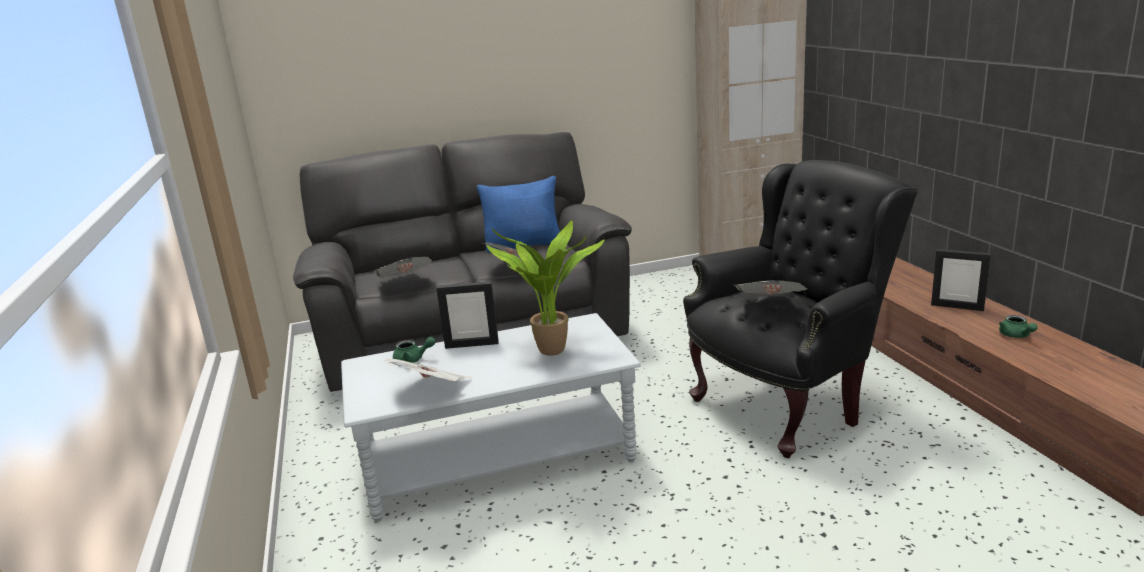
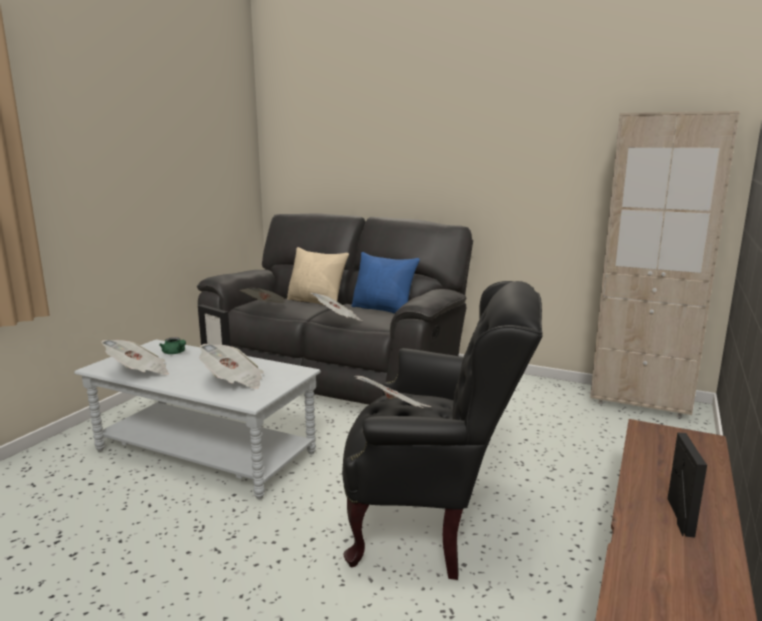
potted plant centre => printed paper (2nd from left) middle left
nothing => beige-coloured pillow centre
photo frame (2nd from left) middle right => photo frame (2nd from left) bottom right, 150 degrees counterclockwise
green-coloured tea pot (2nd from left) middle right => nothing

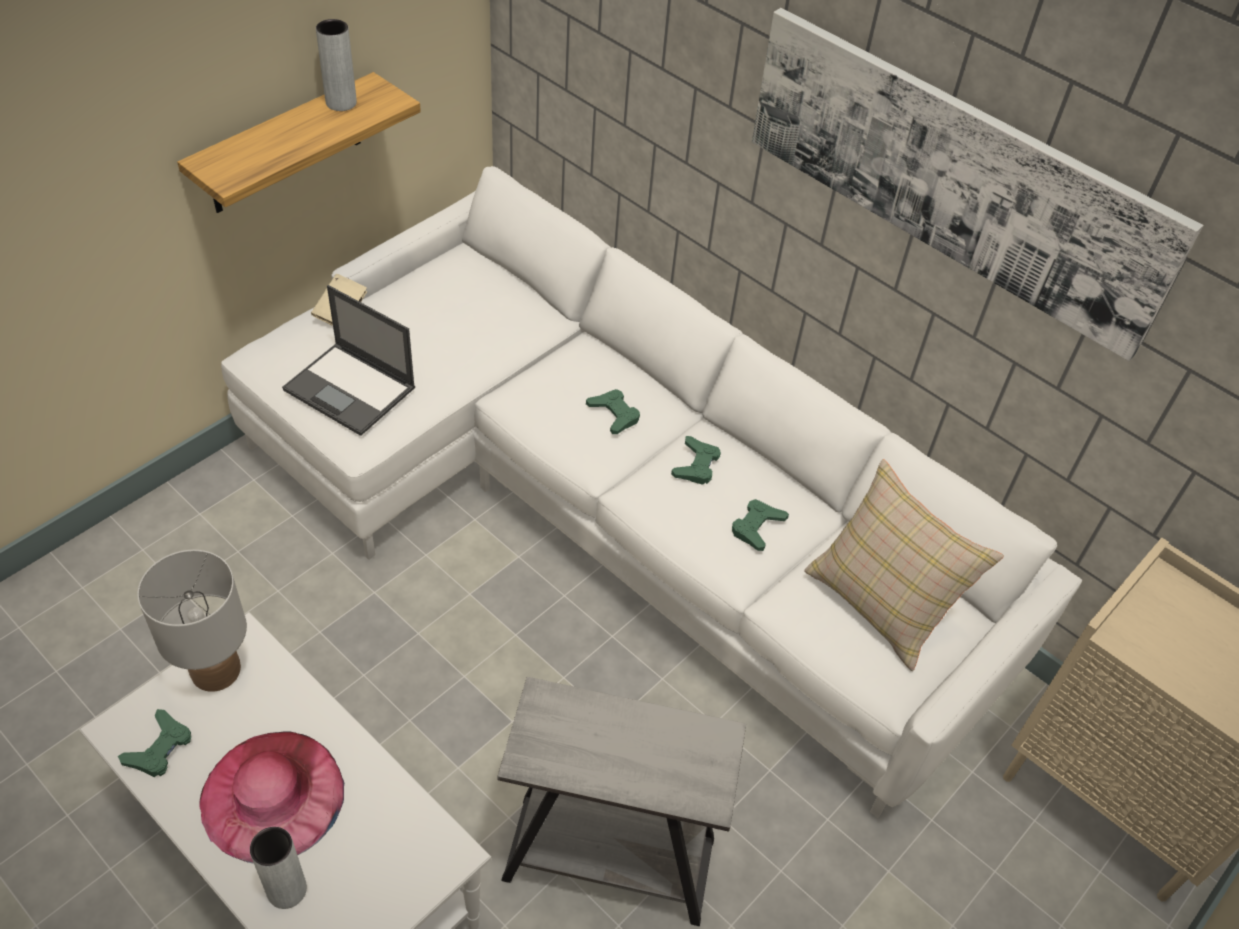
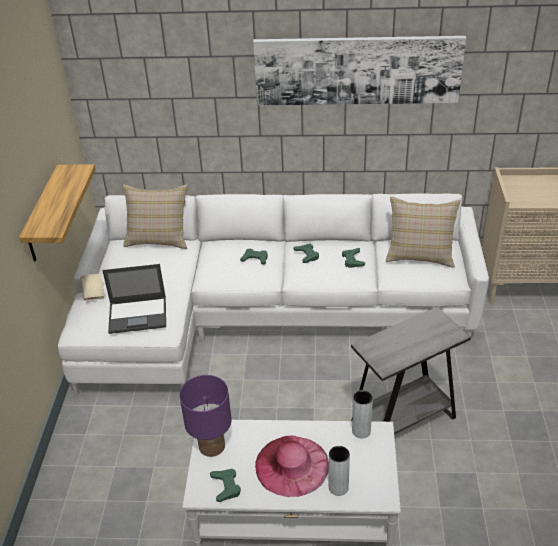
nothing => beige-coloured pillow (1st from left) middle left
gray lamp for a table bottom left => purplish lamp for a table bottom centre
gray decorative vase (2nd from left) top left => gray decorative vase (2nd from left) bottom centre, move

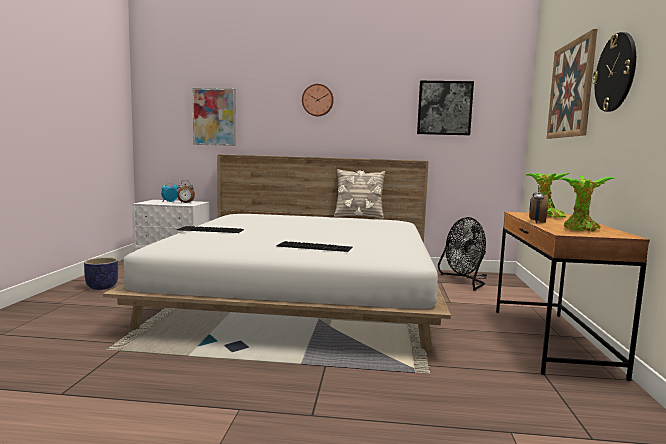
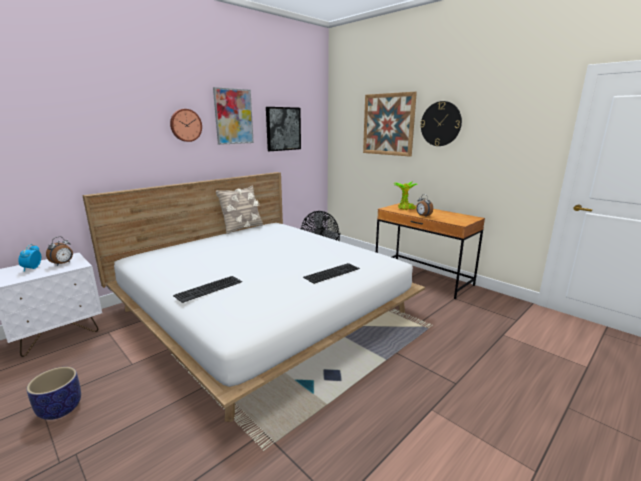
picture (1st from left) top left => picture (1st from left) top centre, move
potted plant (2nd from left) middle right => nothing

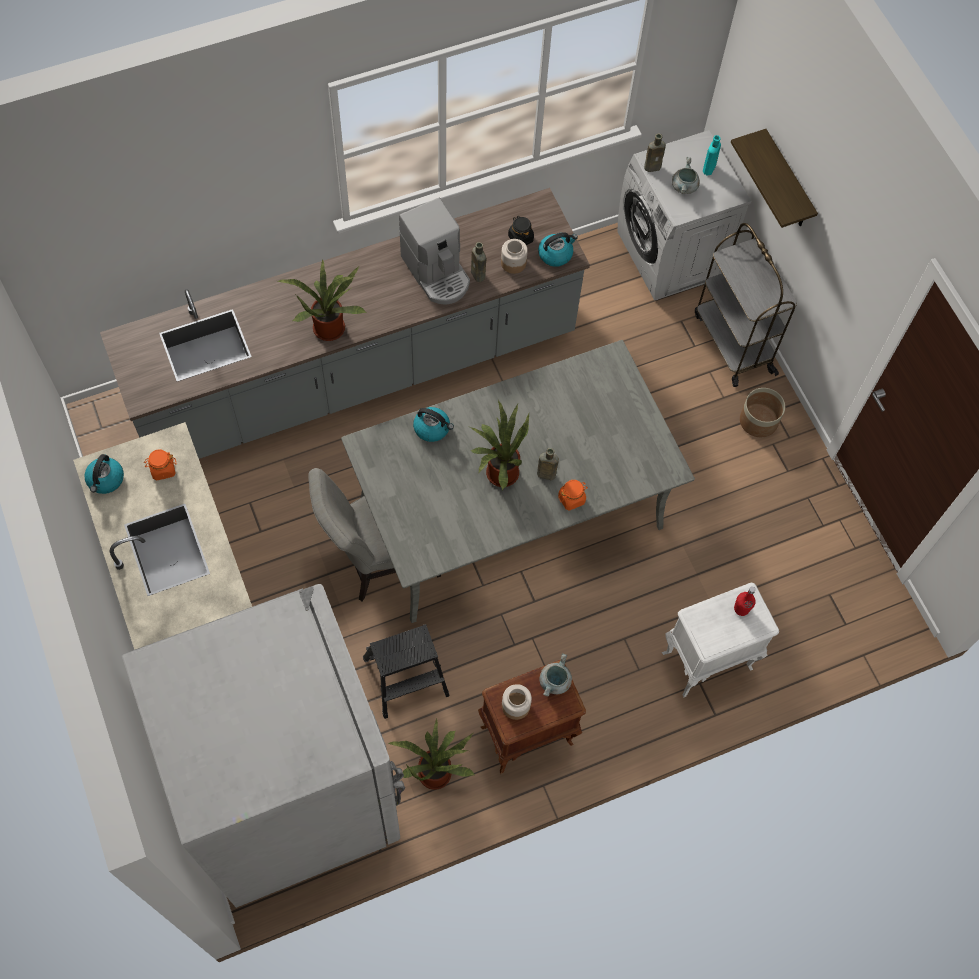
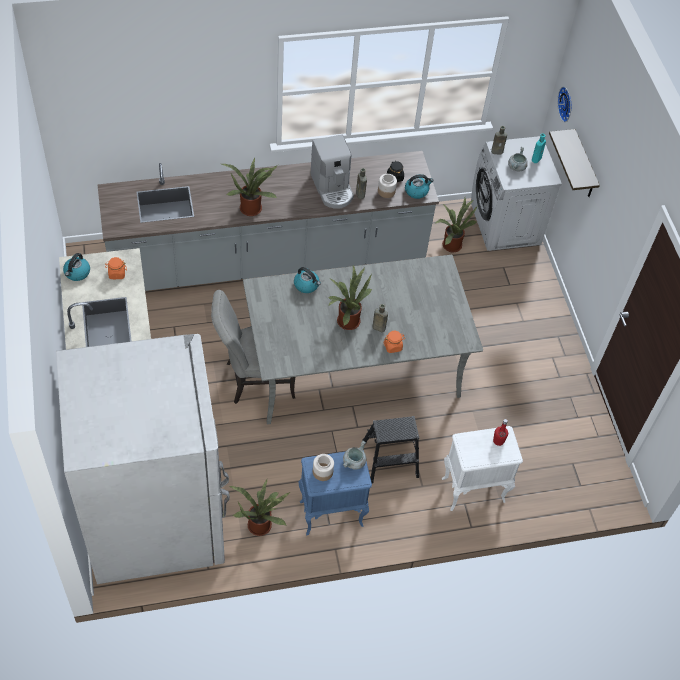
brownish bedside table bottom centre => bluish bedside table bottom centre
black step ladder bottom centre => black step ladder centre, move
nothing => potted plant (4th from left) top right
nothing => clock on the wall top right
gray cart top right => nothing
planter middle right => nothing

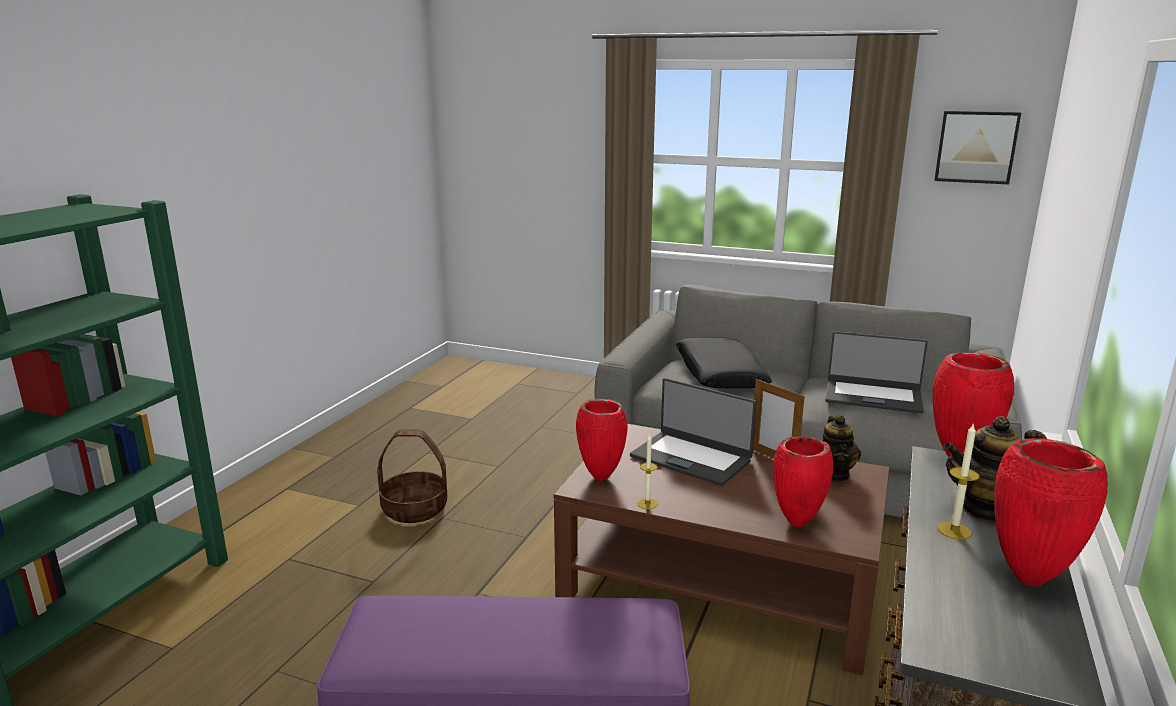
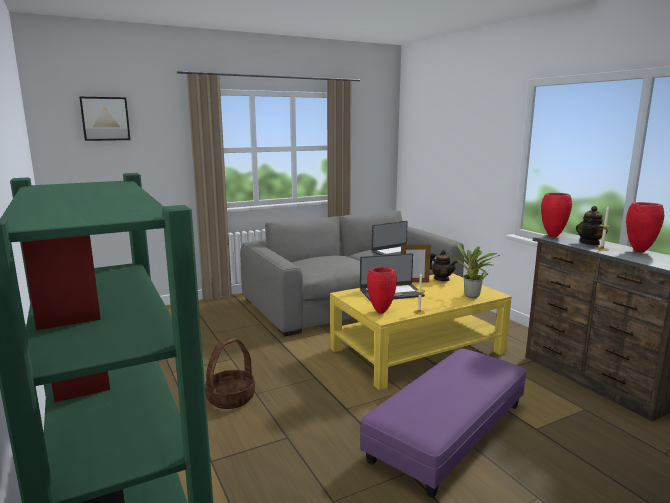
picture top right => picture top left, move
brownish low table bottom centre => yellow-coloured low table centre
reddish decorative vase (2nd from left) bottom right => potted plant middle right
black pillow centre => nothing

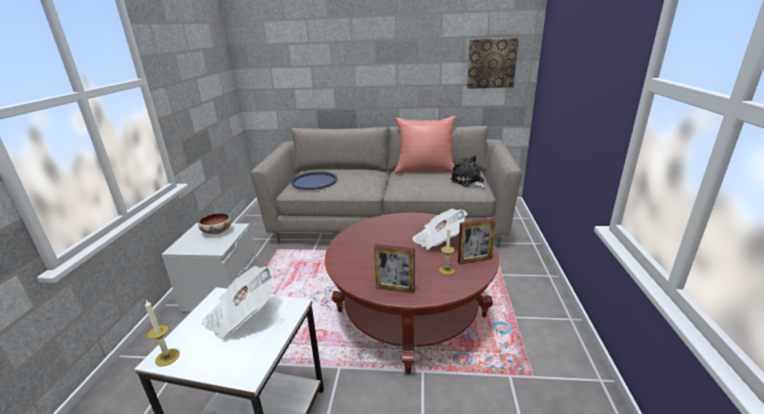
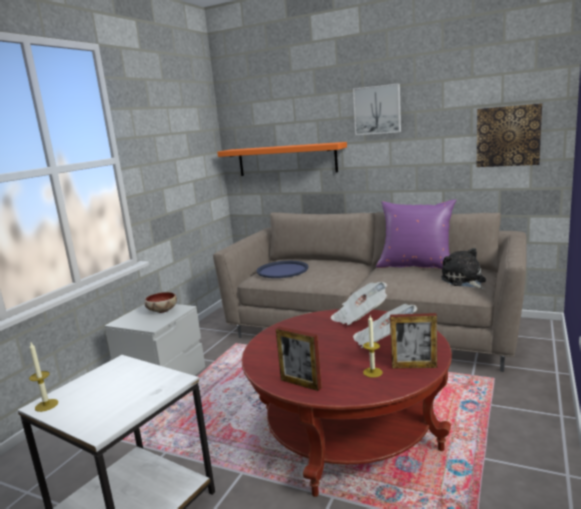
nothing => orange-coloured shelf top centre
printed paper (1st from left) bottom left => printed paper (1st from left) centre, move
nothing => picture (1st from left) top centre
reddish pillow centre => purplish pillow middle right

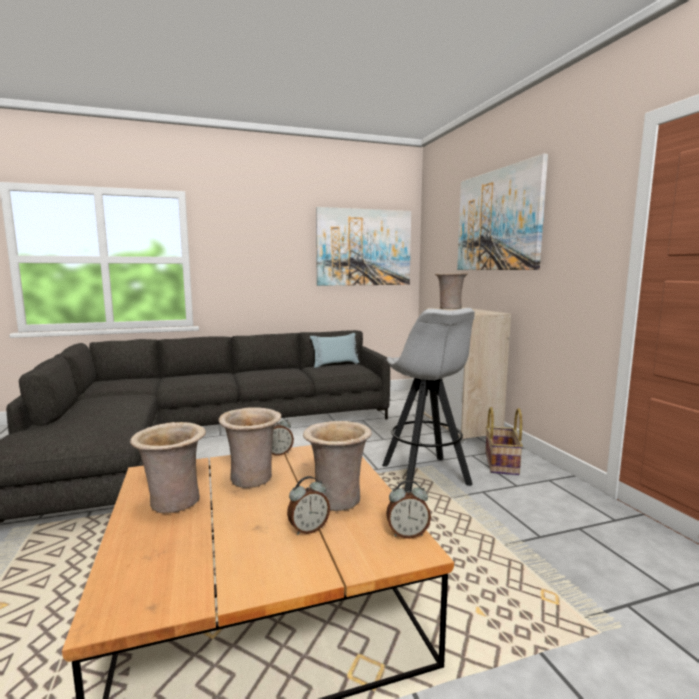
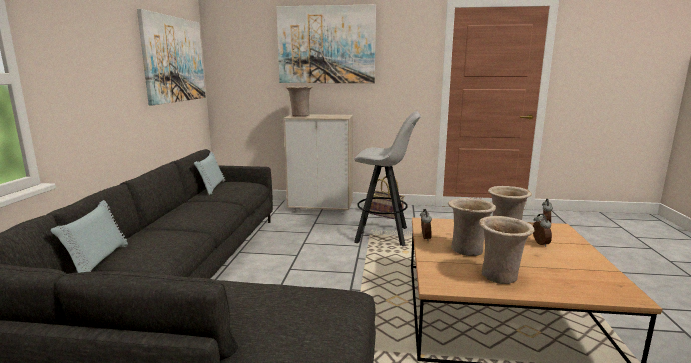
nothing => bluish pillow (1st from left) middle left

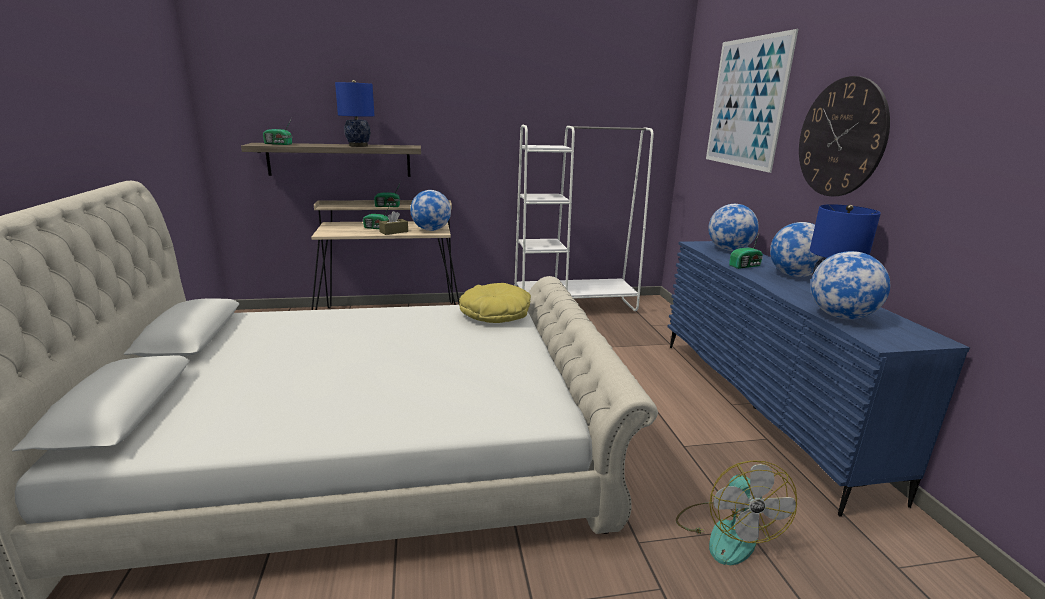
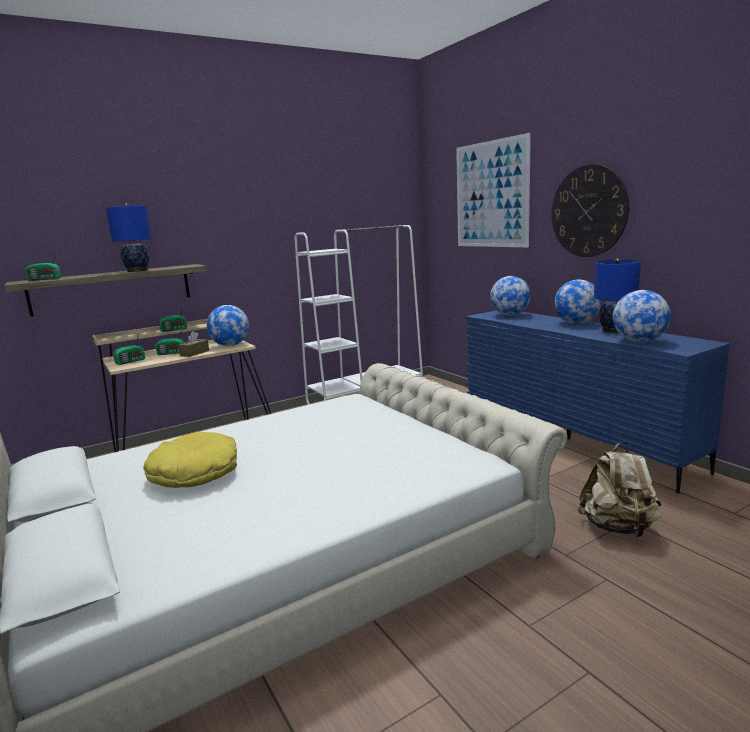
radio set (4th from left in the first image) middle right => radio set (2nd from left) middle left, move
yellow-coloured pillow centre => yellow-coloured pillow middle left, move
fan bottom right => beige-coloured backpack bottom right

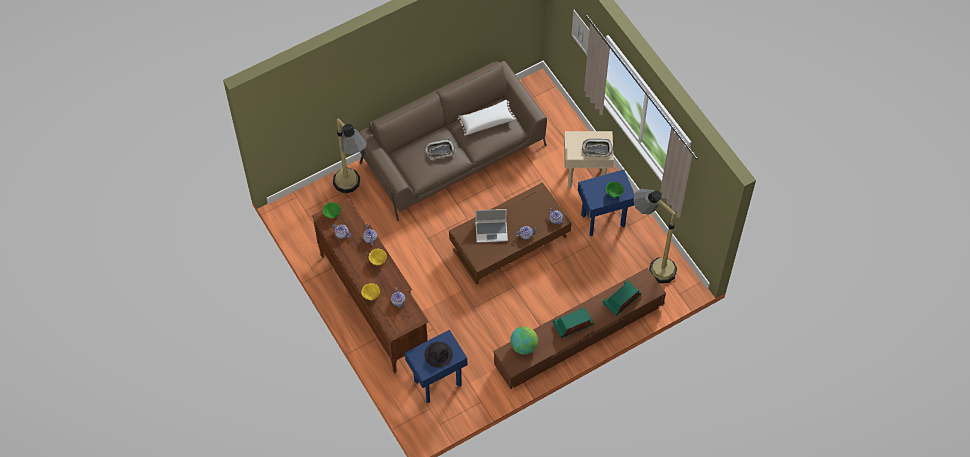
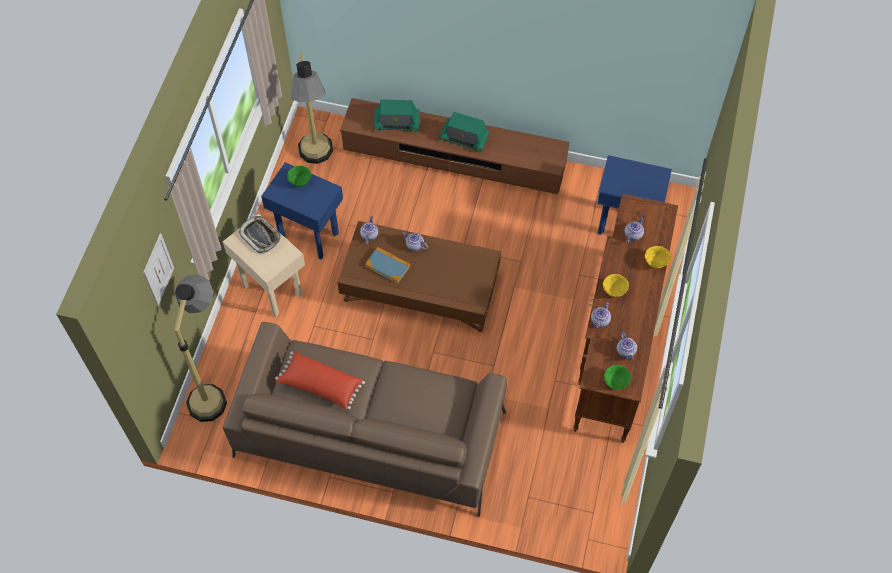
standing lamp (1st from left) centre => standing lamp (1st from left) middle left, move
whitish pillow top centre => reddish pillow centre
nothing => bound book centre
black hat bottom centre => nothing
tray (1st from left) top centre => nothing
laptop centre => nothing
globe bottom centre => nothing

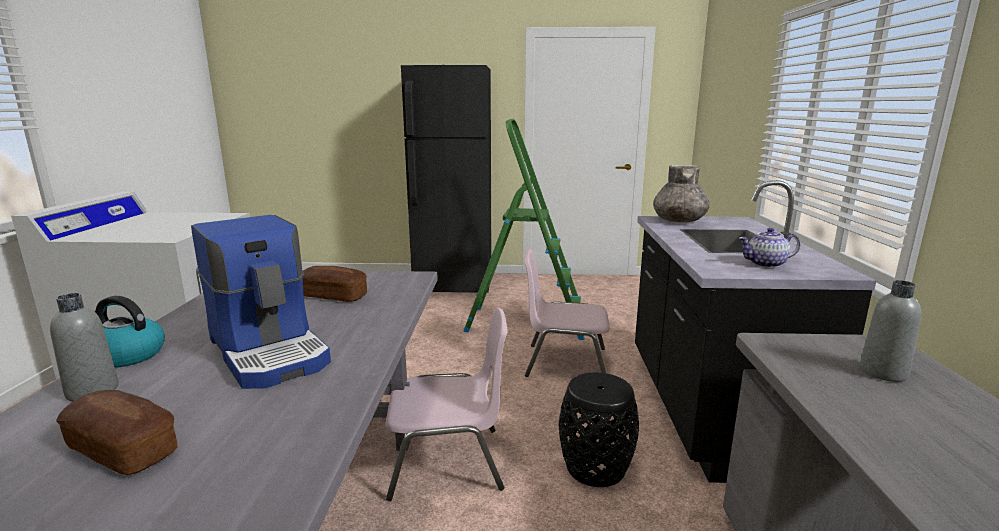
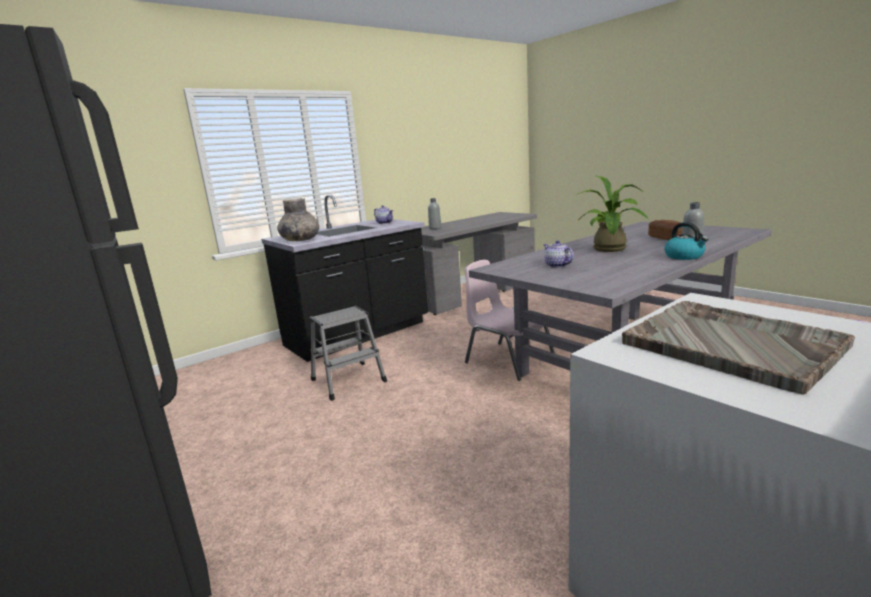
pinkish upright chair (2nd from left) centre => gray step ladder centre
bread (2nd from left) centre => tea pot (2nd from left) centre
coffee maker middle left => potted plant middle right
nothing => gray tray middle right
green-coloured step ladder centre => nothing
black sitting stool bottom centre => nothing

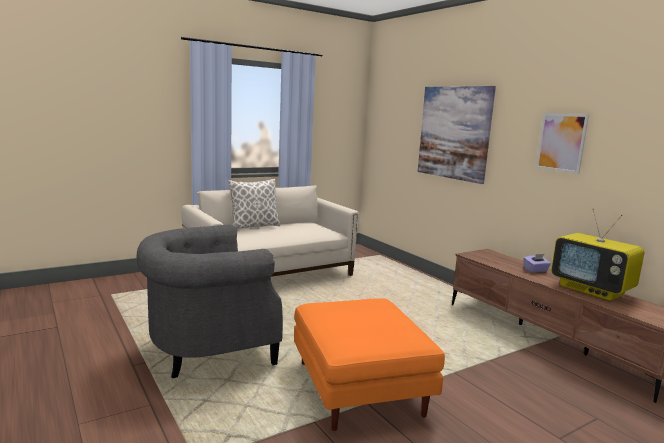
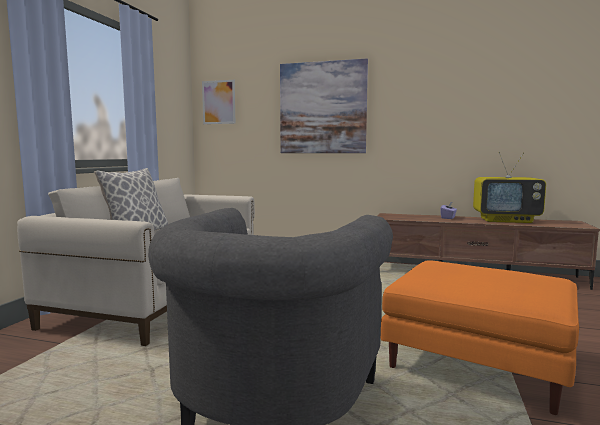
picture (2nd from left in the first image) top right => picture (1st from left) top centre, move

